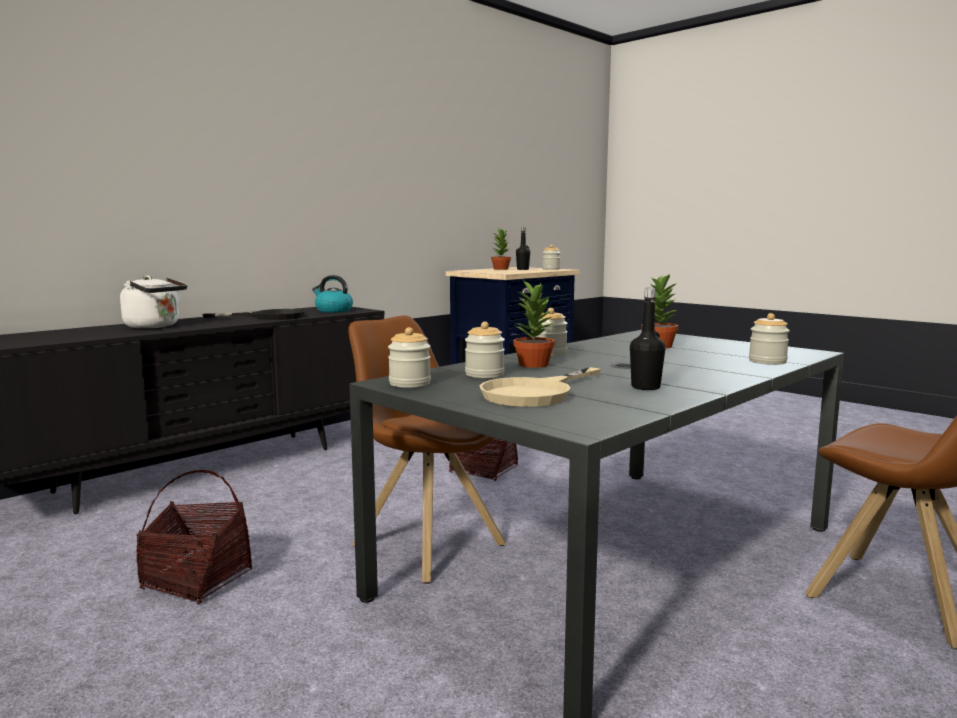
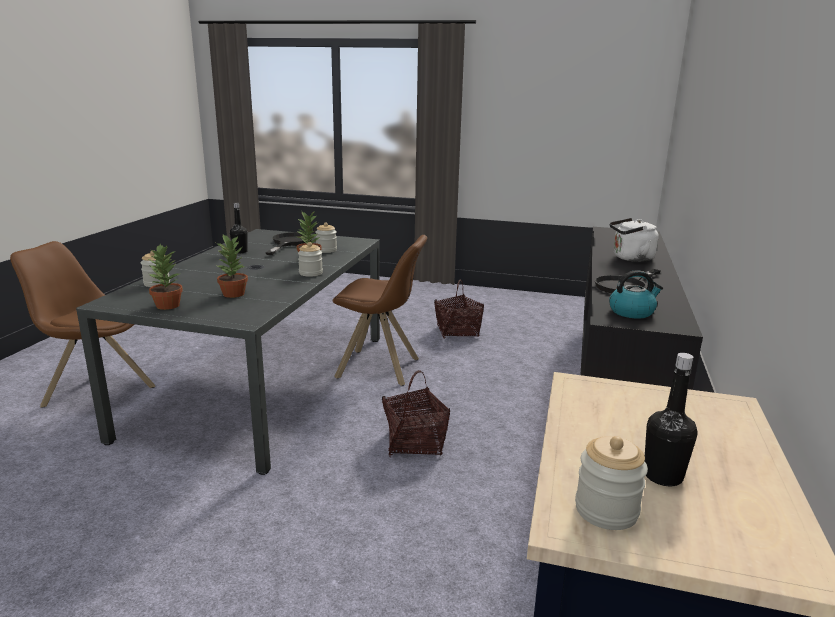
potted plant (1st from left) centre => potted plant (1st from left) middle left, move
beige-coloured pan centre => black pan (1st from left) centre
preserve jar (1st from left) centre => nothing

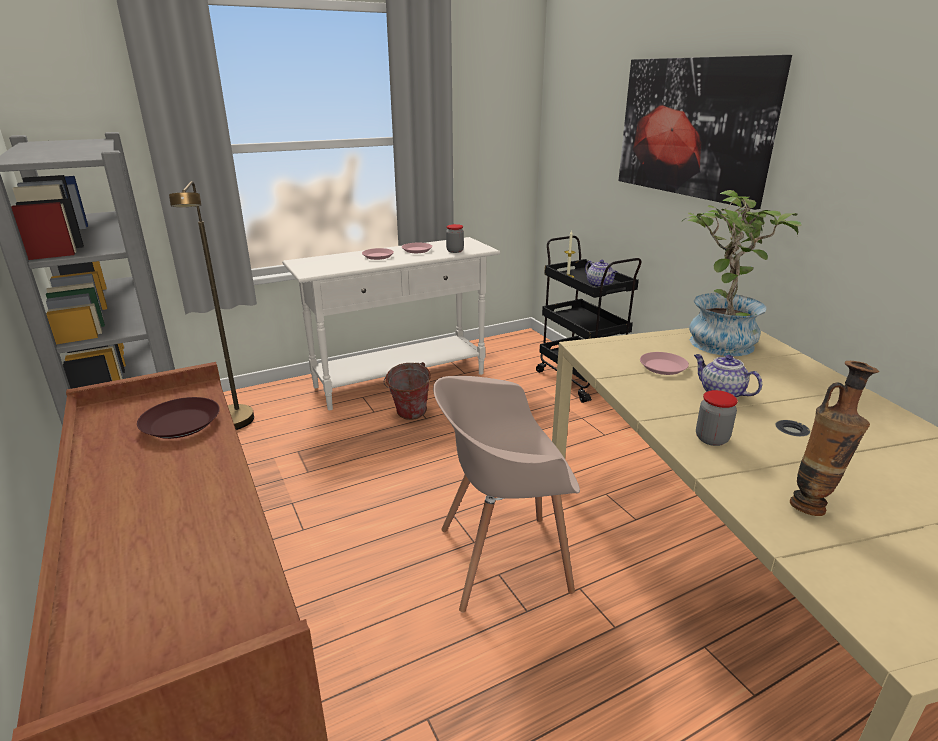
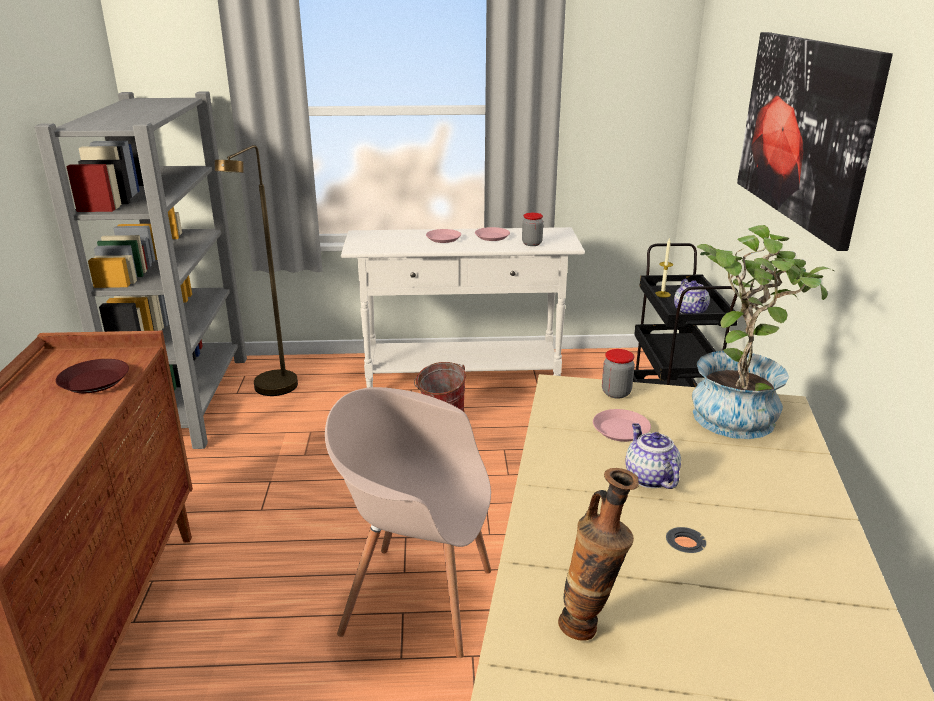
preserve jar (2nd from left) middle right => preserve jar (2nd from left) centre, move

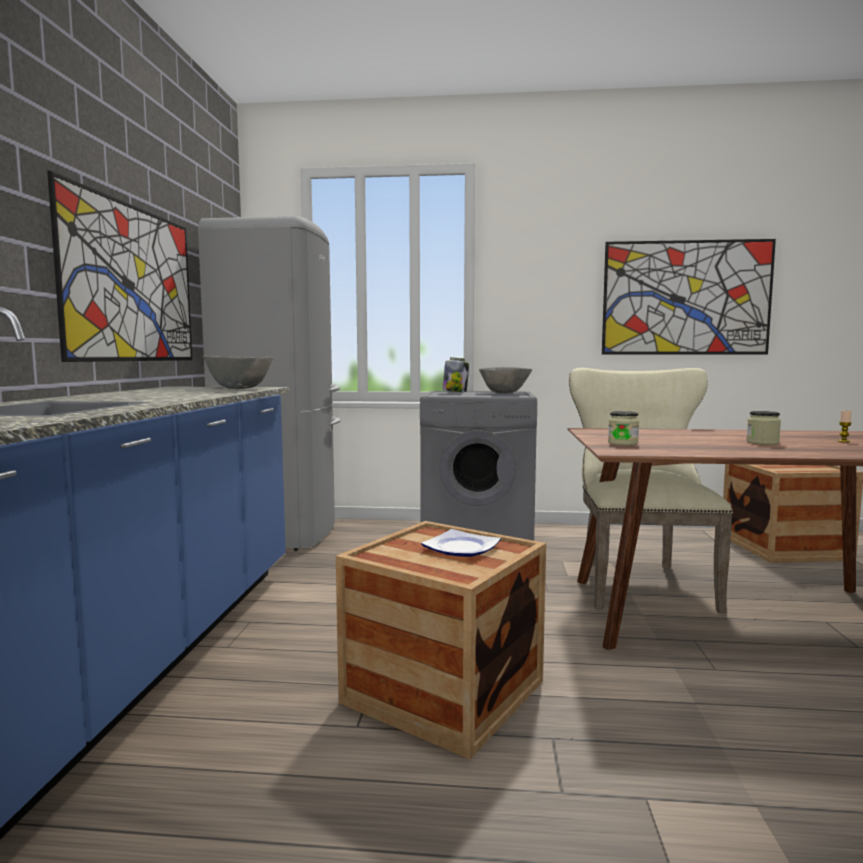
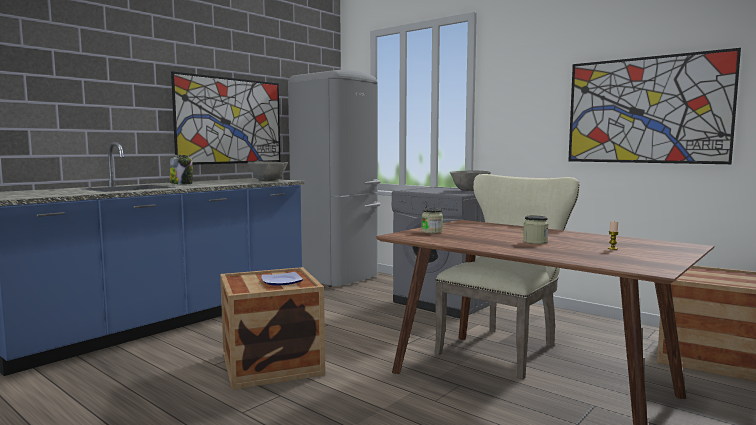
preserve jar (1st from left) centre => preserve jar (1st from left) middle left, move

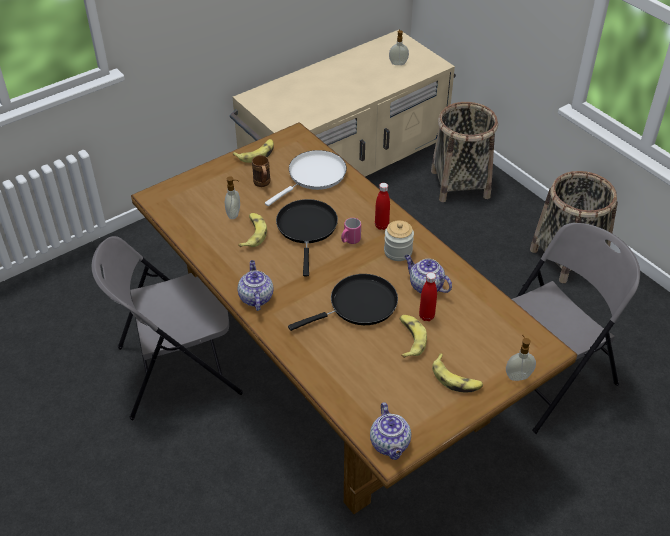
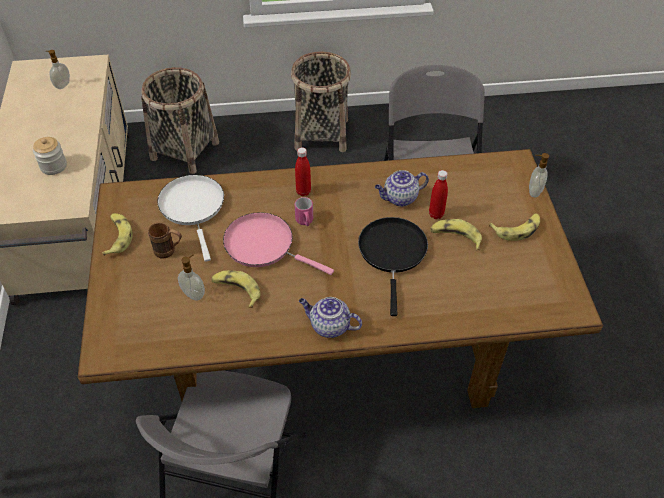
preserve jar centre => preserve jar top left, move
black pan (1st from left) centre => pinkish pan centre
tea pot (2nd from left) bottom centre => nothing

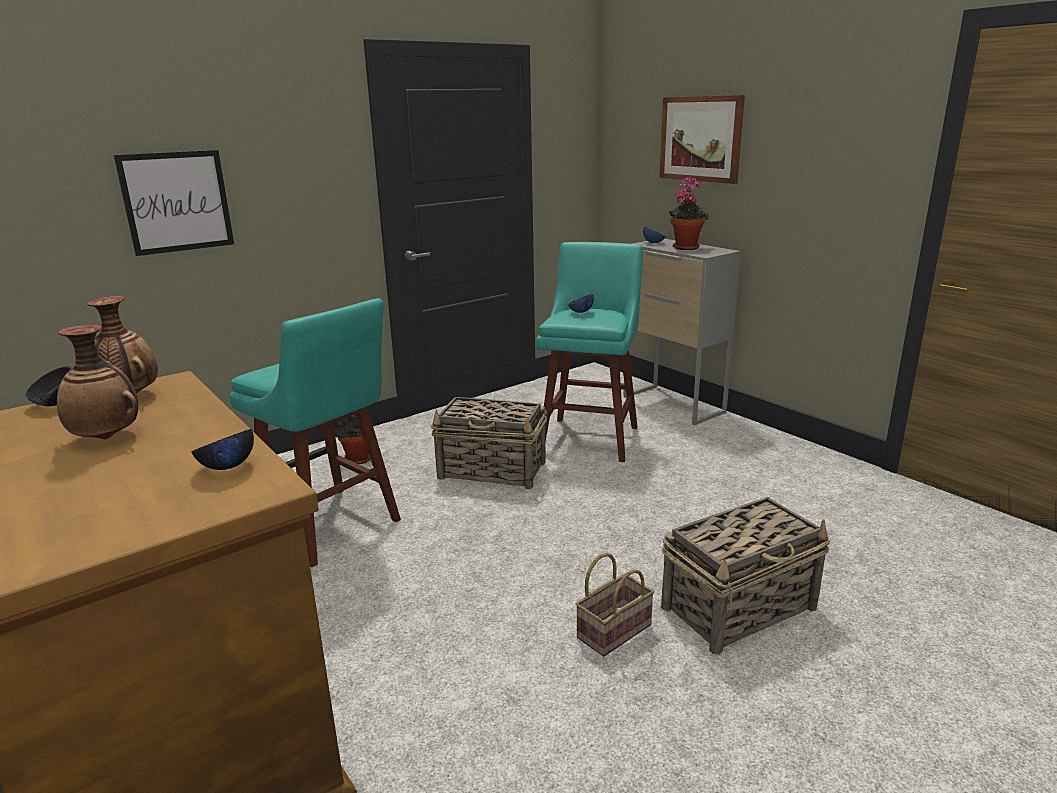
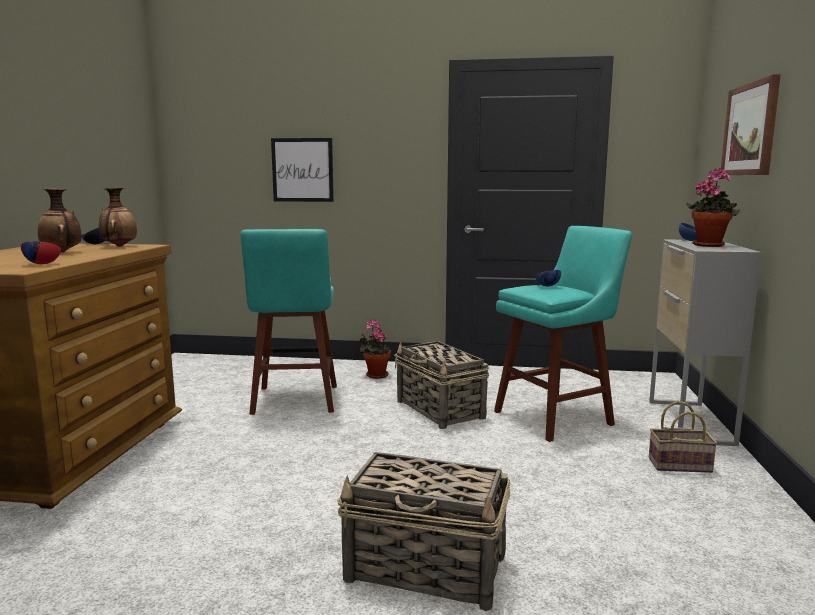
black serving bowl (2nd from left) middle left => reddish serving bowl middle left
basket (2nd from left in the first image) bottom centre => basket (3rd from left) bottom right, move

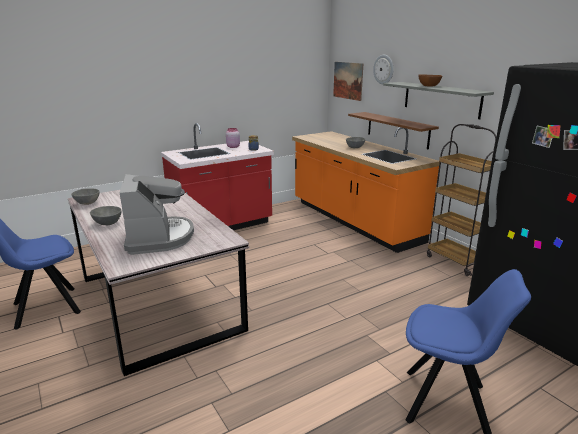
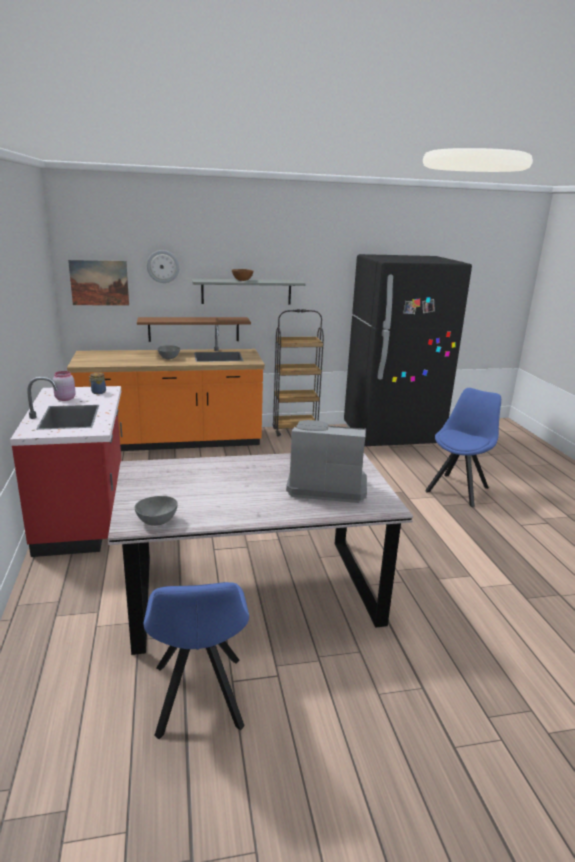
gray serving bowl (2nd from left) middle left => nothing

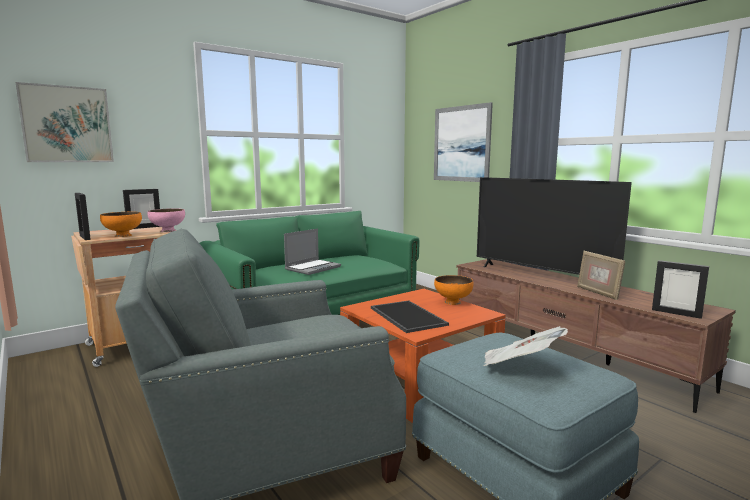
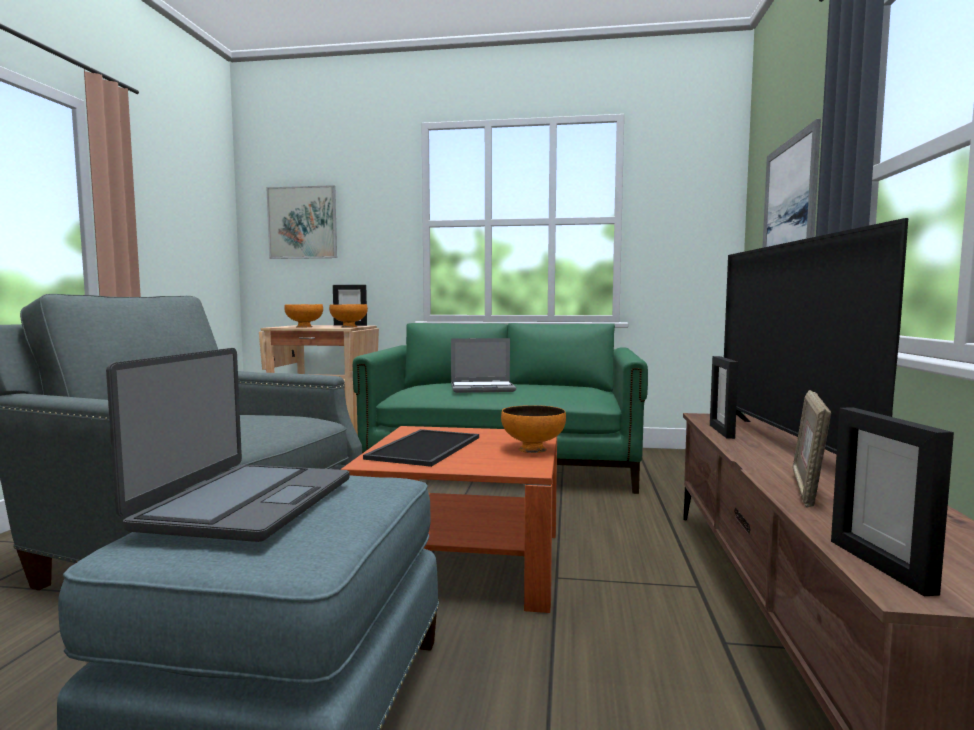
printed paper bottom right => laptop (1st from left) middle left
pinkish serving bowl middle left => orange-coloured serving bowl (2nd from left) centre
photo frame (1st from left in the first image) middle left => photo frame (2nd from left) middle right, move

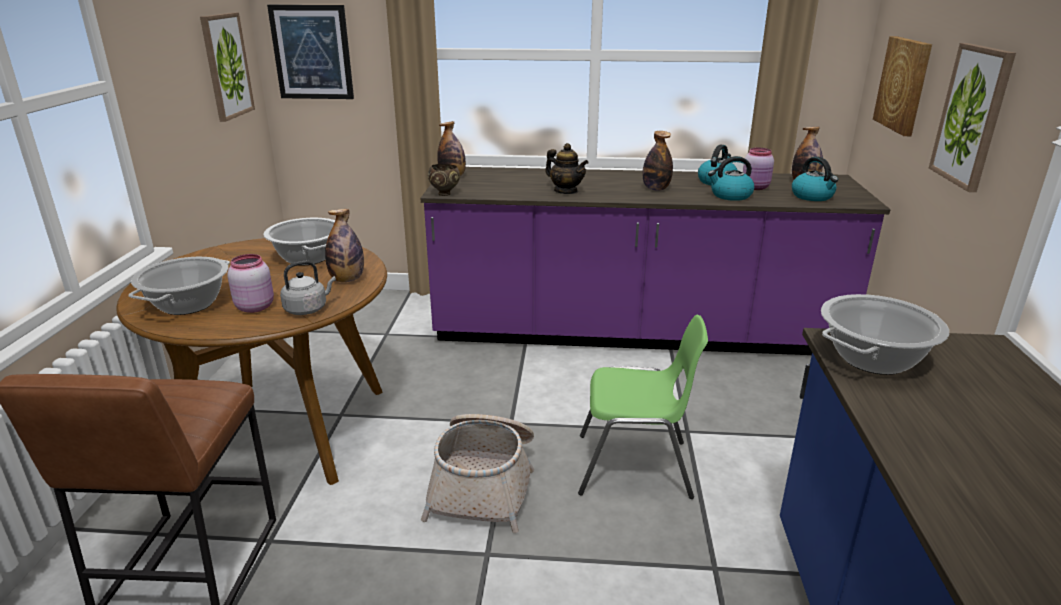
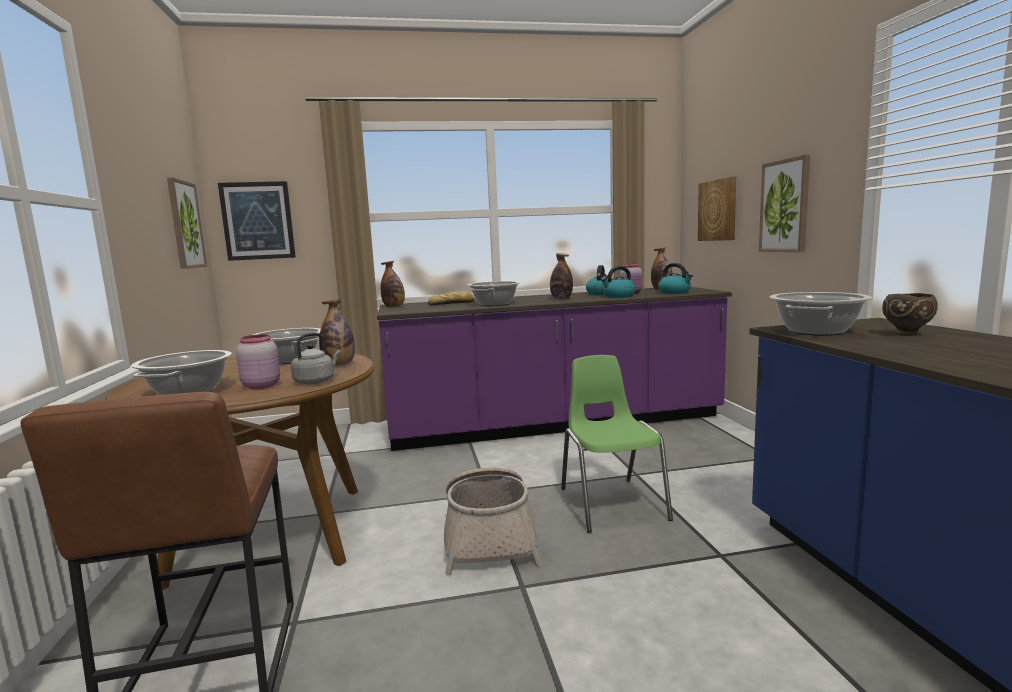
nothing => bread centre
tea pot top centre => cooking pot (3rd from left) centre
green-coloured upright chair bottom centre => green-coloured upright chair centre, 90 degrees counterclockwise
brownish serving bowl top centre => brownish serving bowl middle right, move

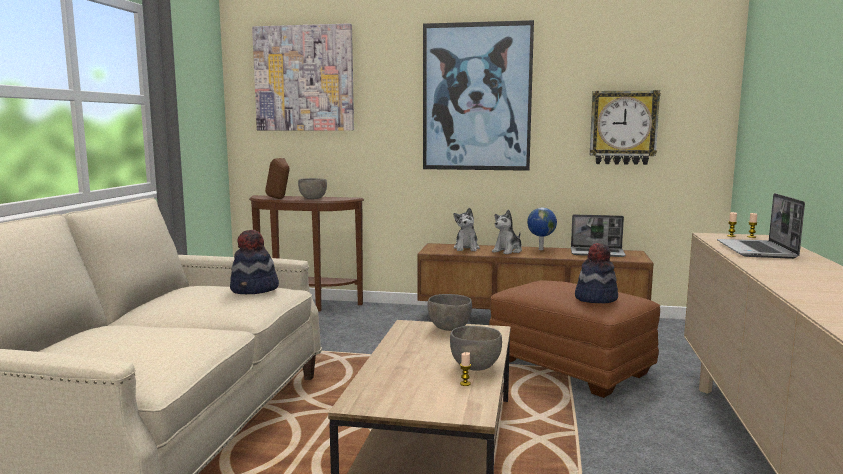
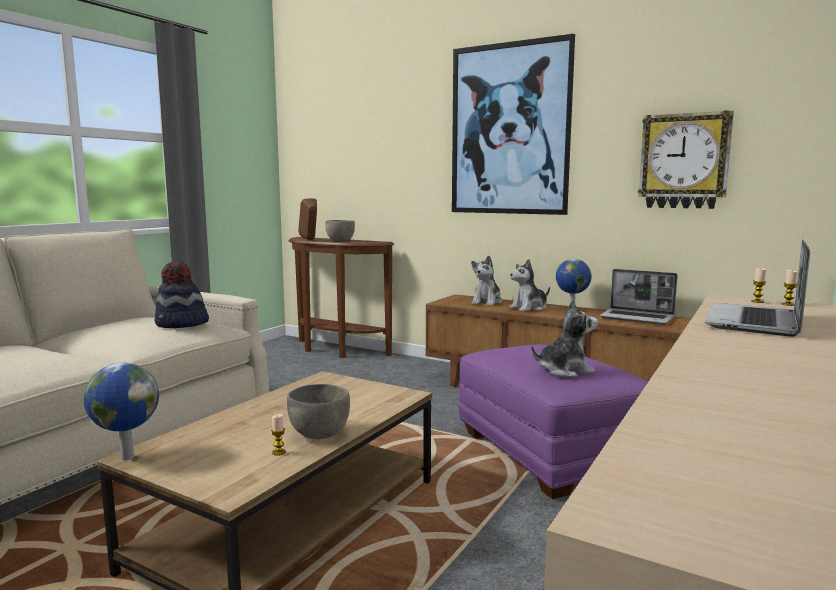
nothing => globe (1st from left) bottom left
brownish pouffe bottom right => purplish pouffe bottom centre
hat (2nd from left) middle right => cuddly toy (3rd from left) middle right
picture (1st from left) top centre => nothing
gray serving bowl (2nd from left) centre => nothing

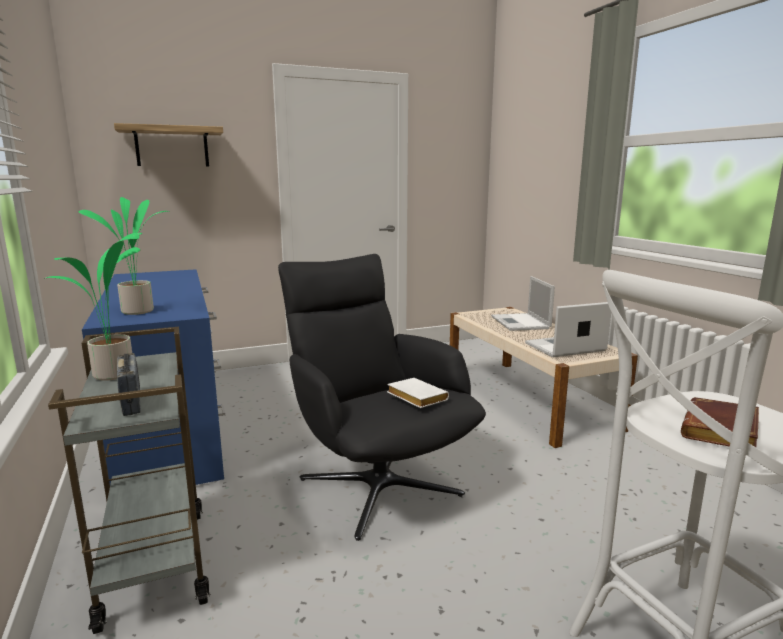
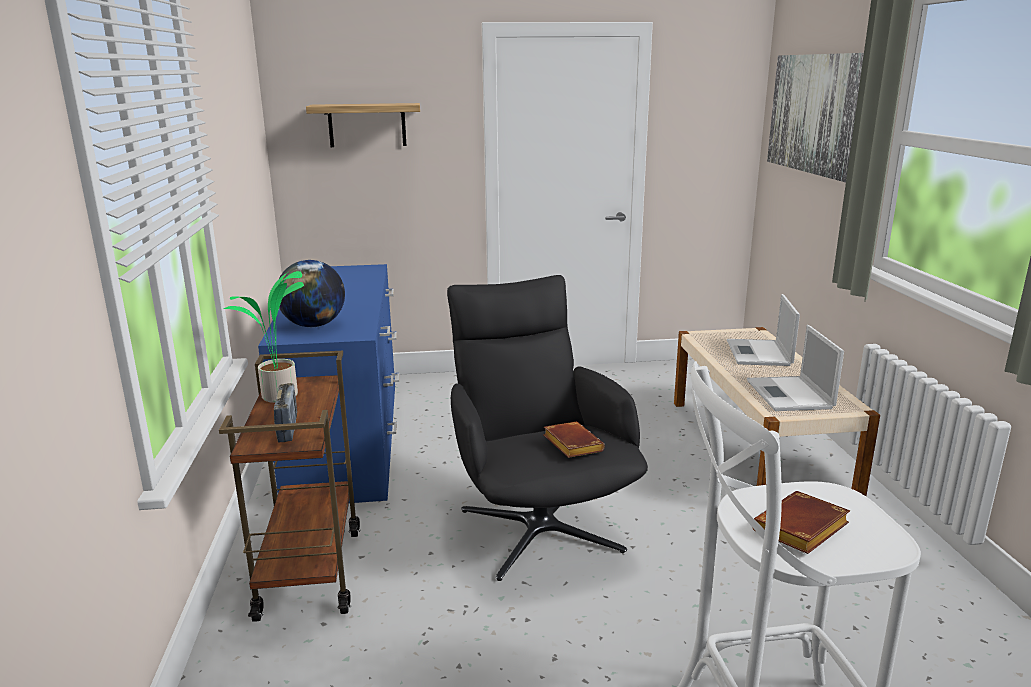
gray cart bottom left => brownish cart bottom left
potted plant (2nd from left) middle left => globe middle left
whitish bound book centre => brownish bound book (1st from left) centre
laptop (2nd from left) middle right, 90 degrees counterclockwise
nothing => picture top right

